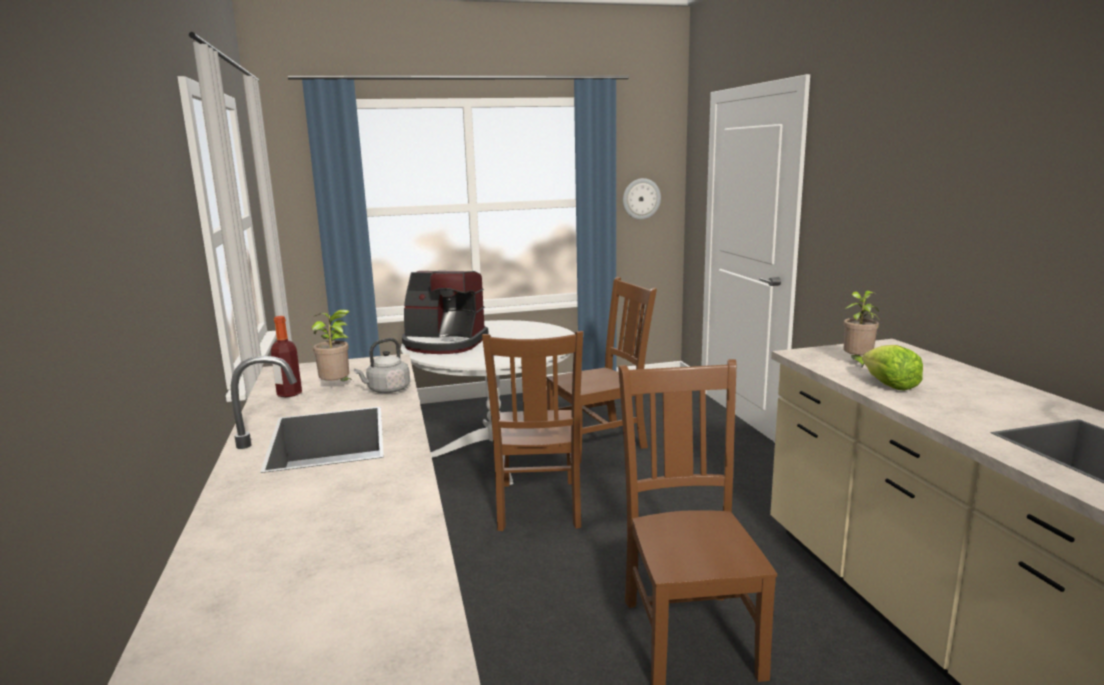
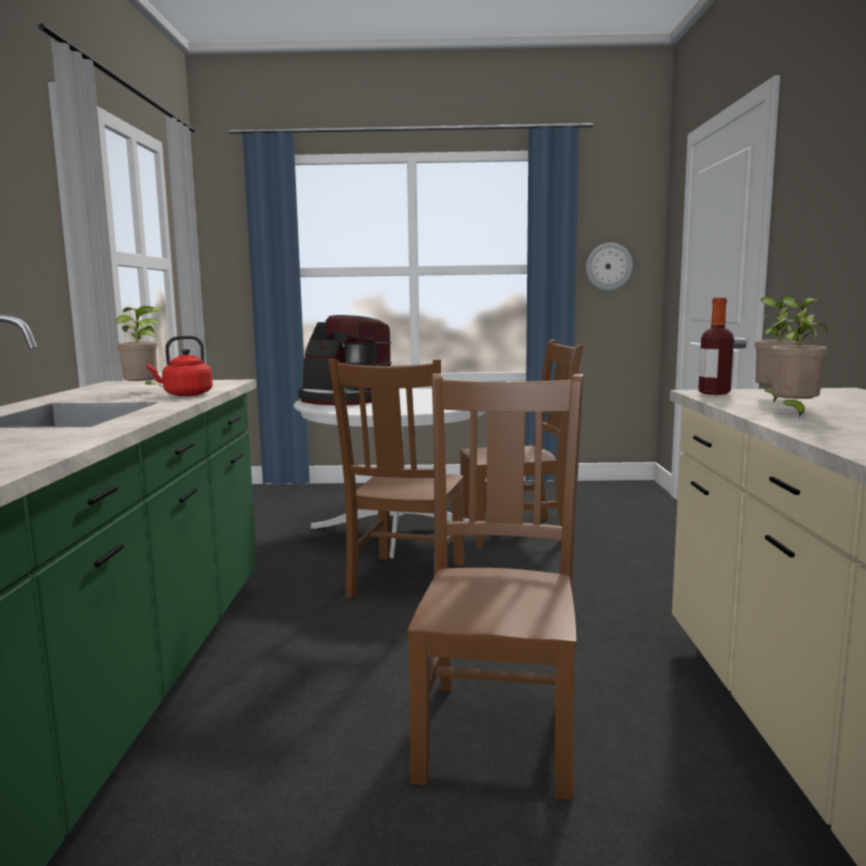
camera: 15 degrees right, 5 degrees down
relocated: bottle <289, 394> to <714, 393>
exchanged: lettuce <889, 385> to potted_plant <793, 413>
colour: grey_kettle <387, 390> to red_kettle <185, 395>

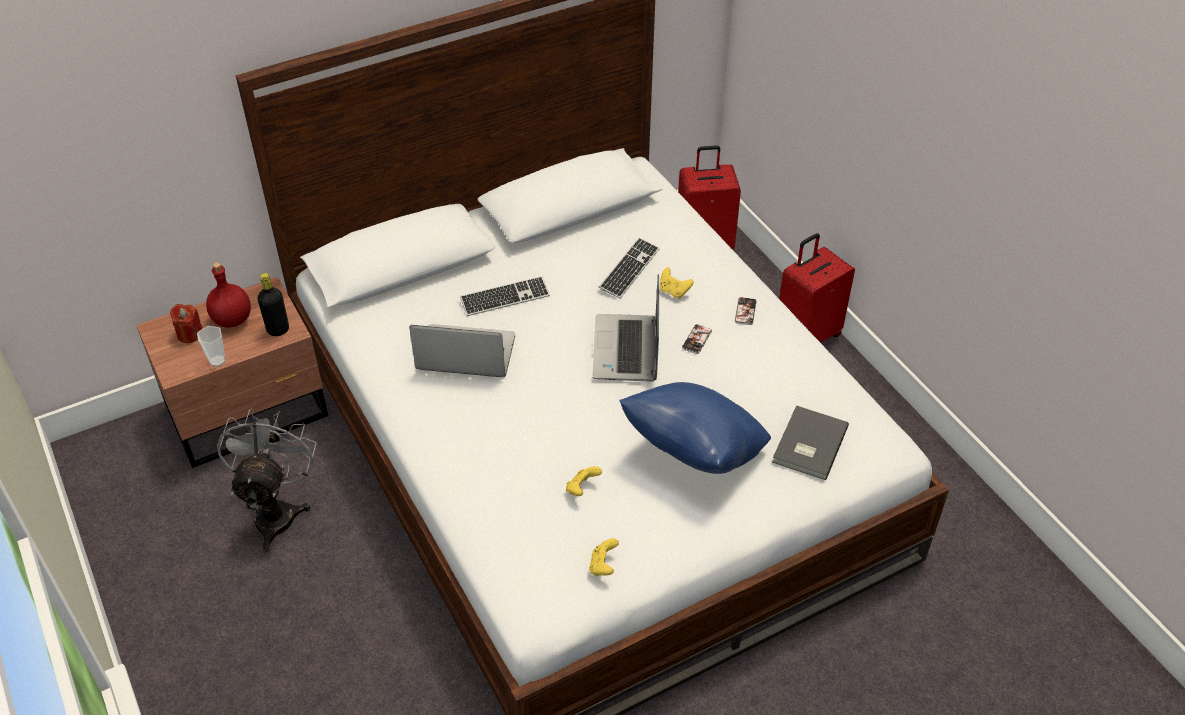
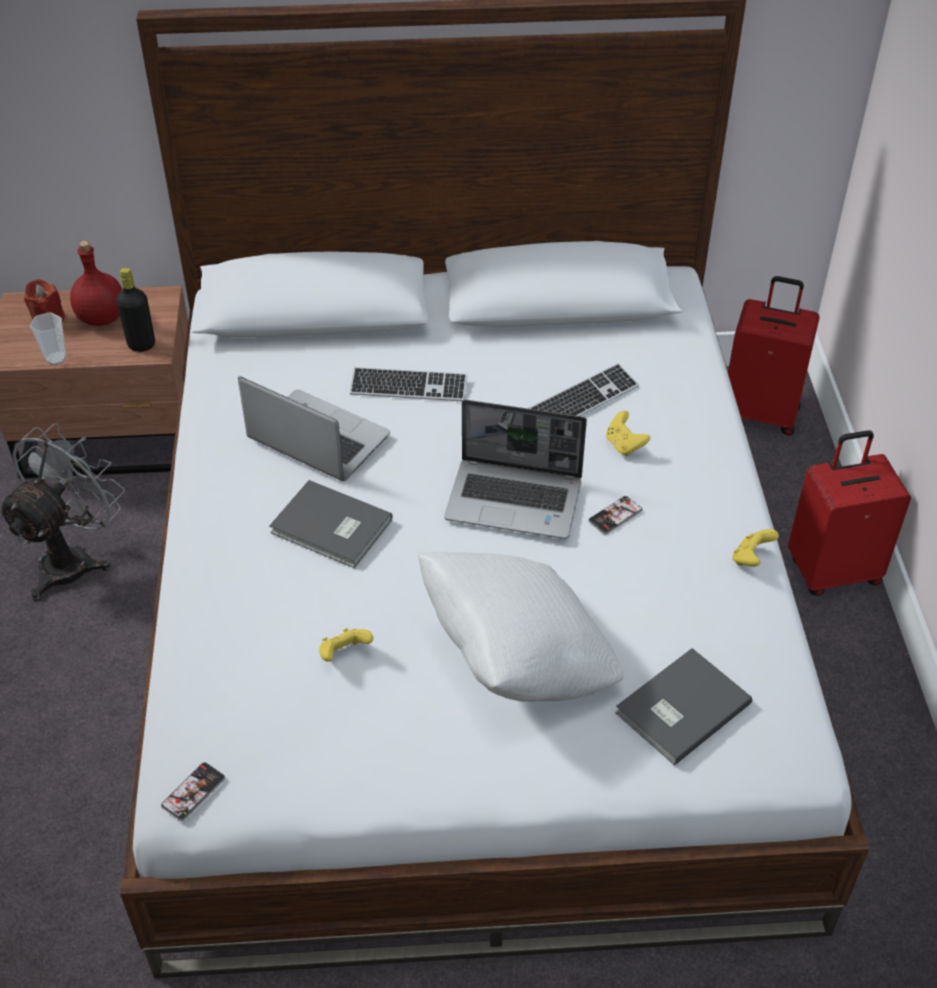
camera: 25 degrees right, 0 degrees up
appeared: grey_book <331, 528>
relocated: phone <745, 311> to <193, 792>; yellow_game_controller <603, 566> to <751, 559>
colour: blue_pillow <693, 454> to white_pillow <517, 663>
spun: laptop <627, 350> = <516, 500> 105 degrees counterclockwise

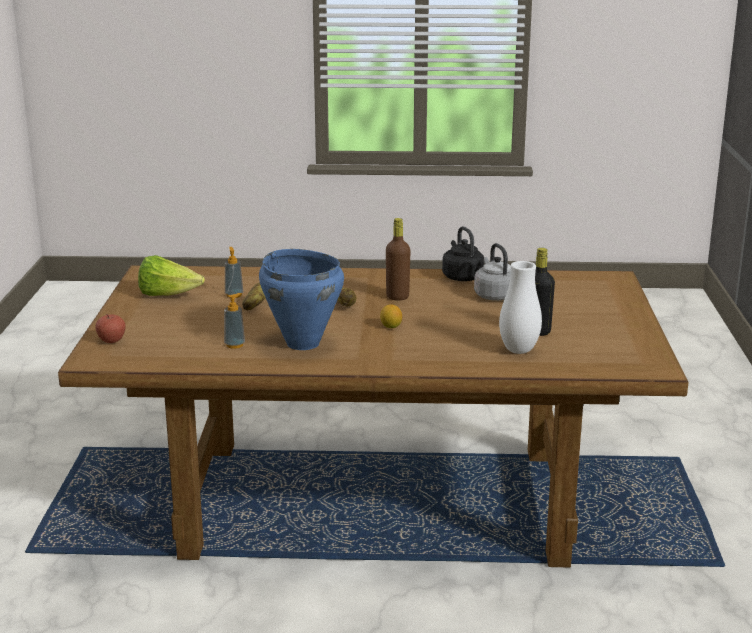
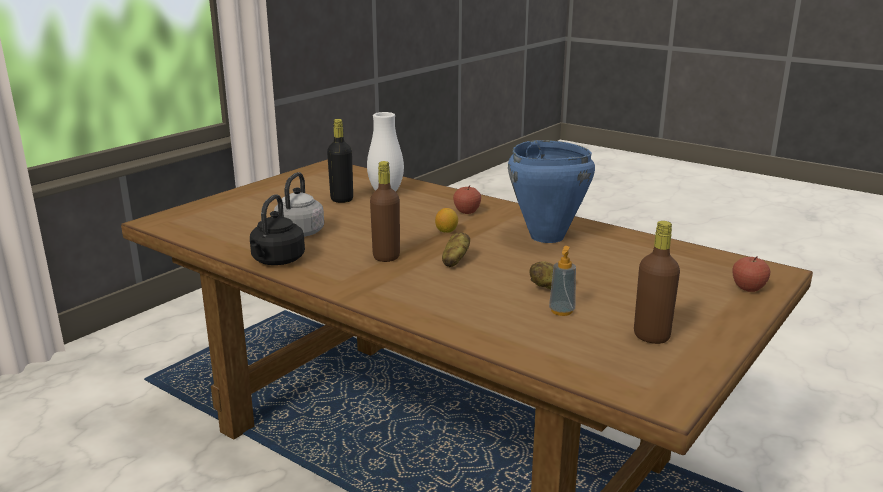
camera: 145 degrees left, 0 degrees up
missing: soap_dispenser <235, 345>
appeared: apple <467, 212>
exchanged: lettuce <168, 295> to brown_bottle <651, 336>

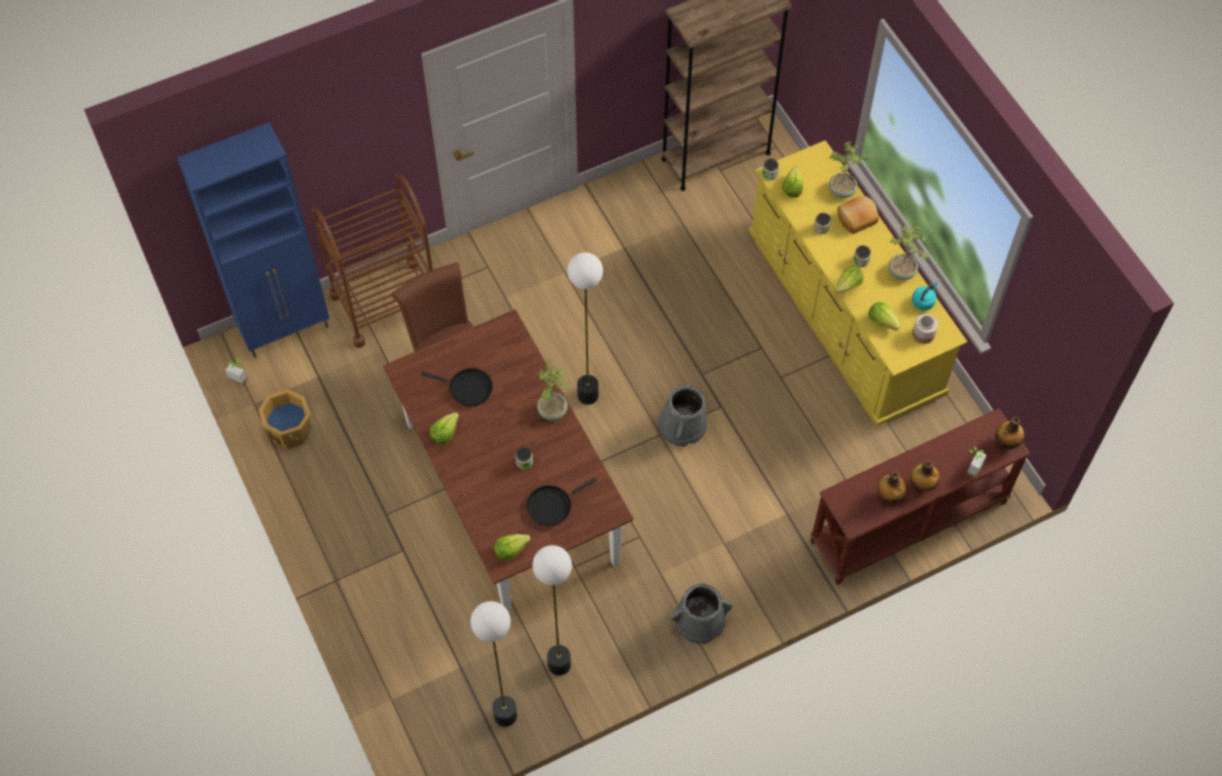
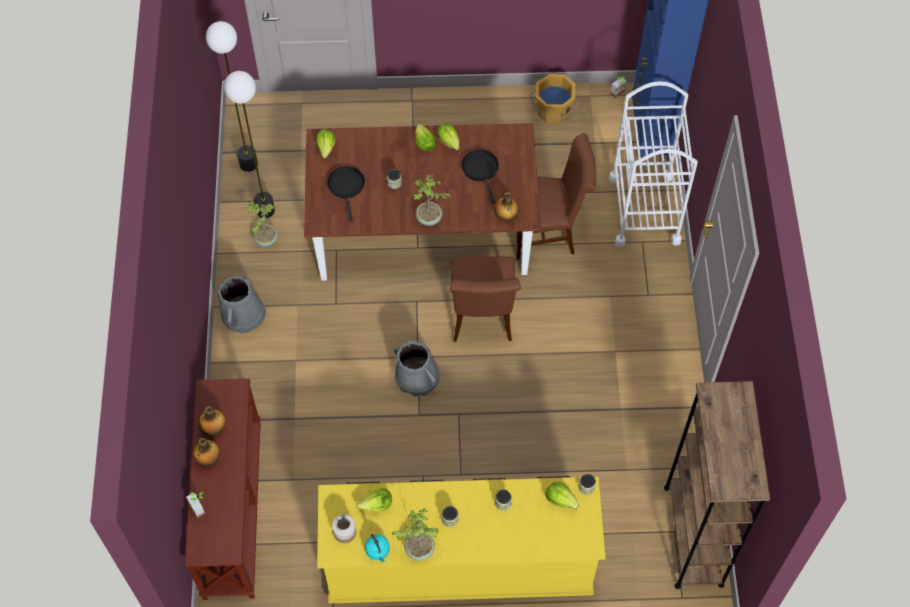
camera: 115 degrees right, 0 degrees up
missing: bread <856, 218>
relocated: potted_plant <842, 191> to <265, 240>; lettuce <848, 285> to <424, 143>; bottle <1006, 442> to <505, 216>
exchanged: floor_lamp <588, 395> to brown_chair <482, 319>
colour: brown_cart <386, 303> to white_cart <644, 209>
spun: black_frying_pan <467, 388> = <481, 169> 120 degrees clockwise

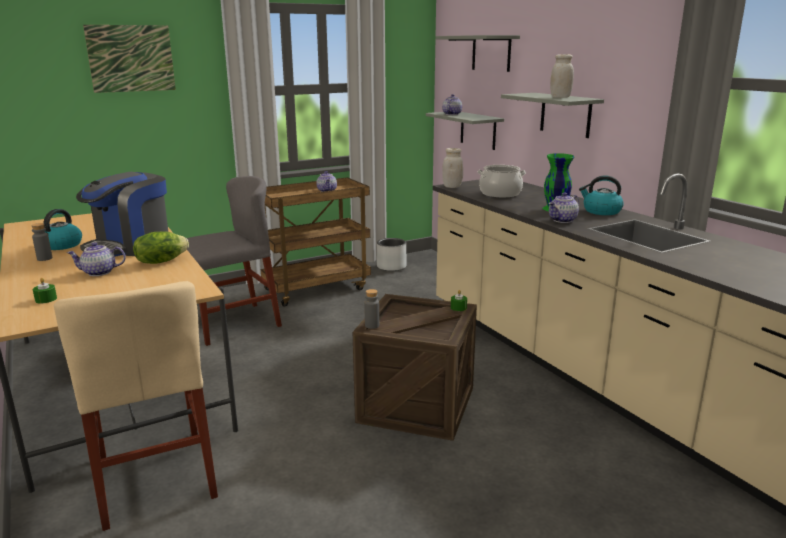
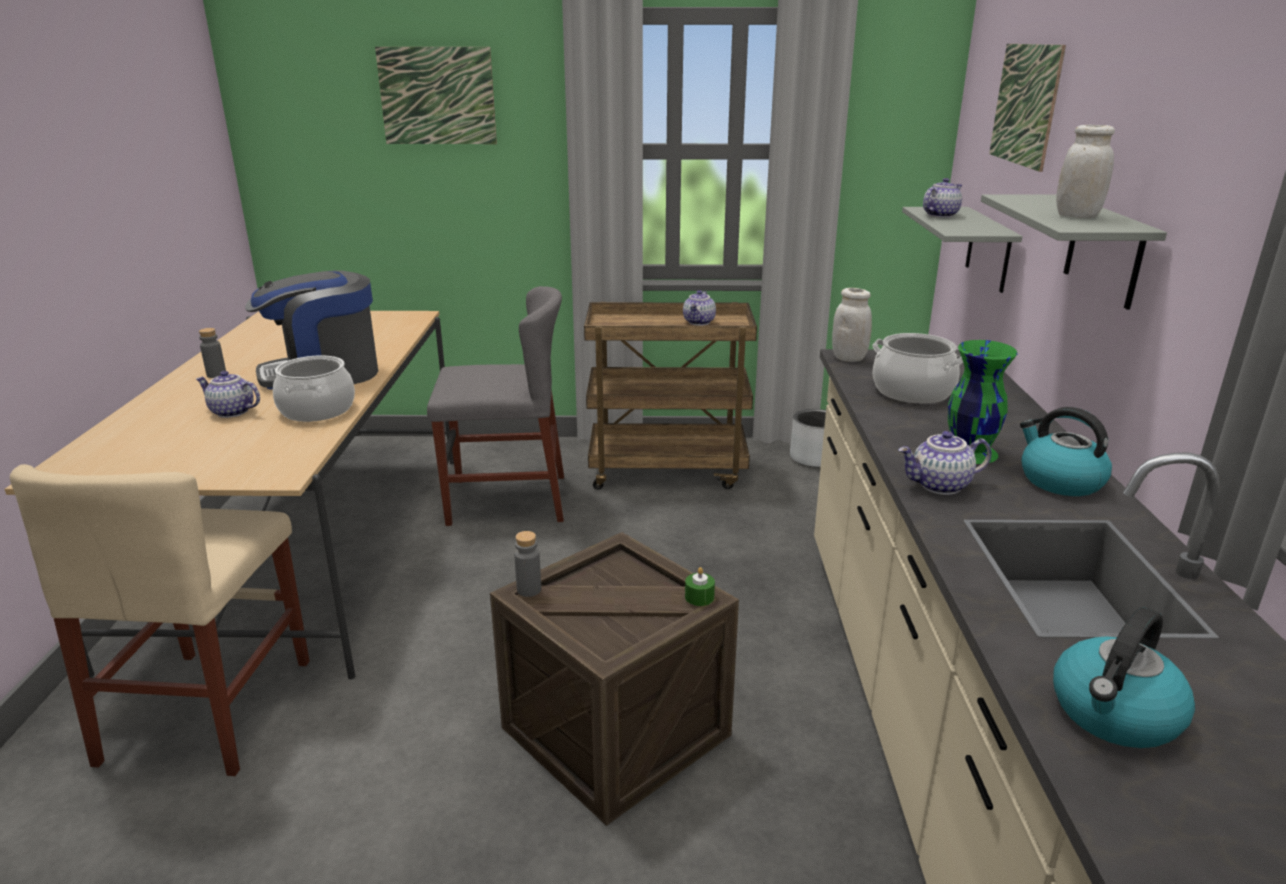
camera: 30 degrees right, 5 degrees up
missing: green_candle <46, 299>
relocated: kettle <61, 245> to <1114, 714>
exchanged: grey_shelf <491, 53> to picture <1025, 104>; lettuce <161, 261> to cooking_pot <316, 410>

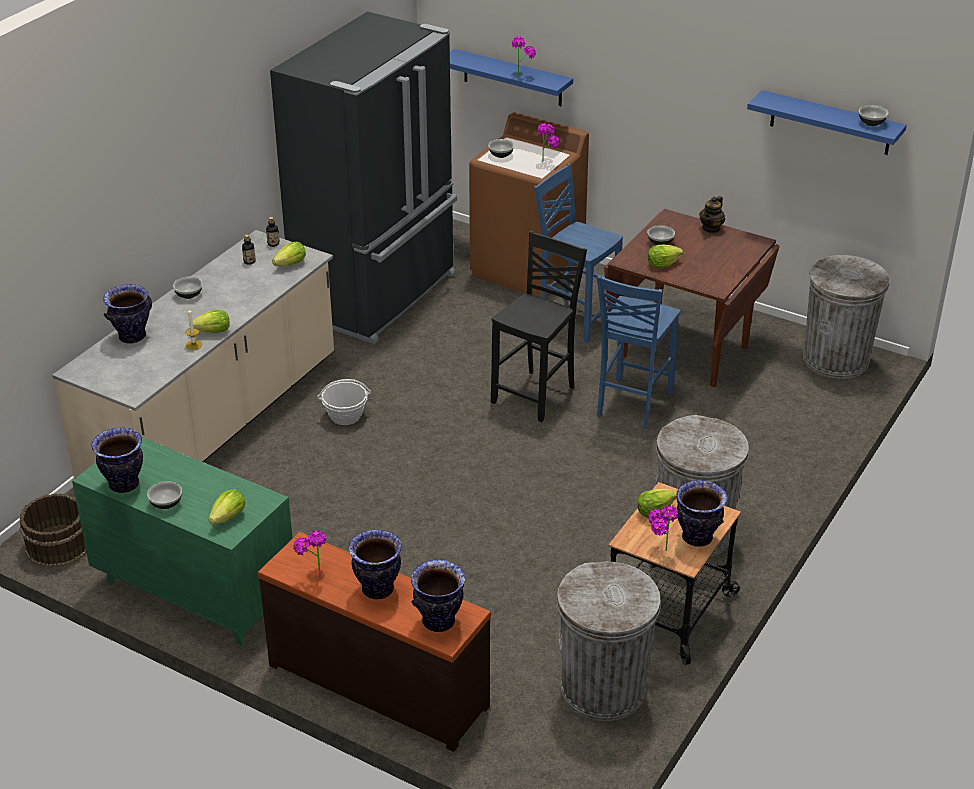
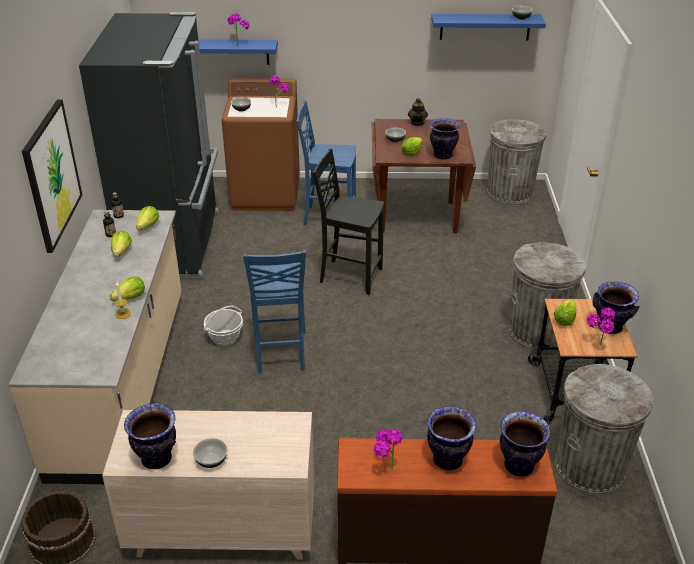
camera: 30 degrees left, 0 degrees up
missing: bowl <188, 295>
appeared: picture <52, 175>
relocated: blue_chair <632, 405> to <280, 353>; vase <132, 336> to <442, 155>; lettuce <228, 517> to <122, 252>
colour: green_dresser <194, 592> to beige_dresser <222, 530>
spun: black_chair <536, 395> = <349, 276> 75 degrees counterclockwise

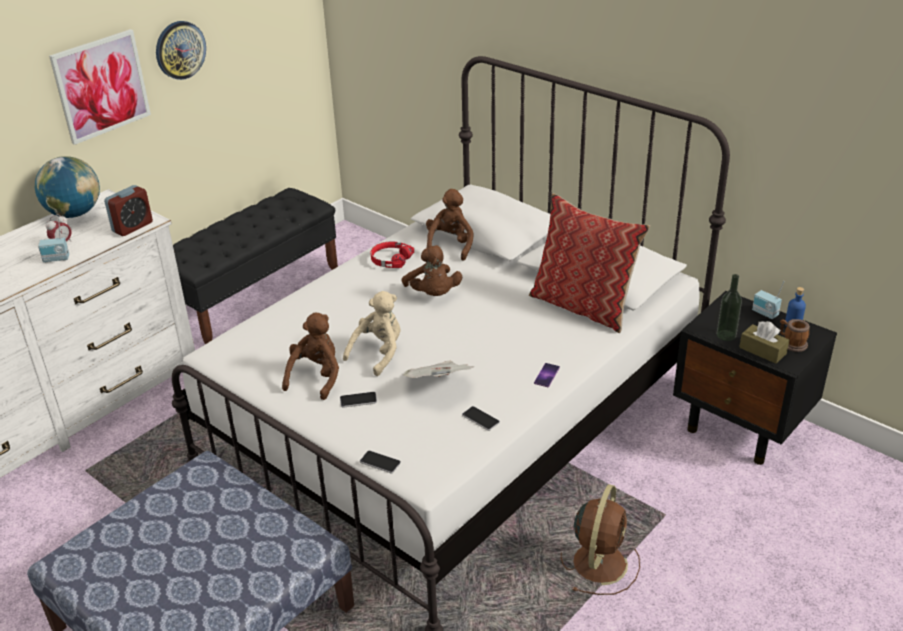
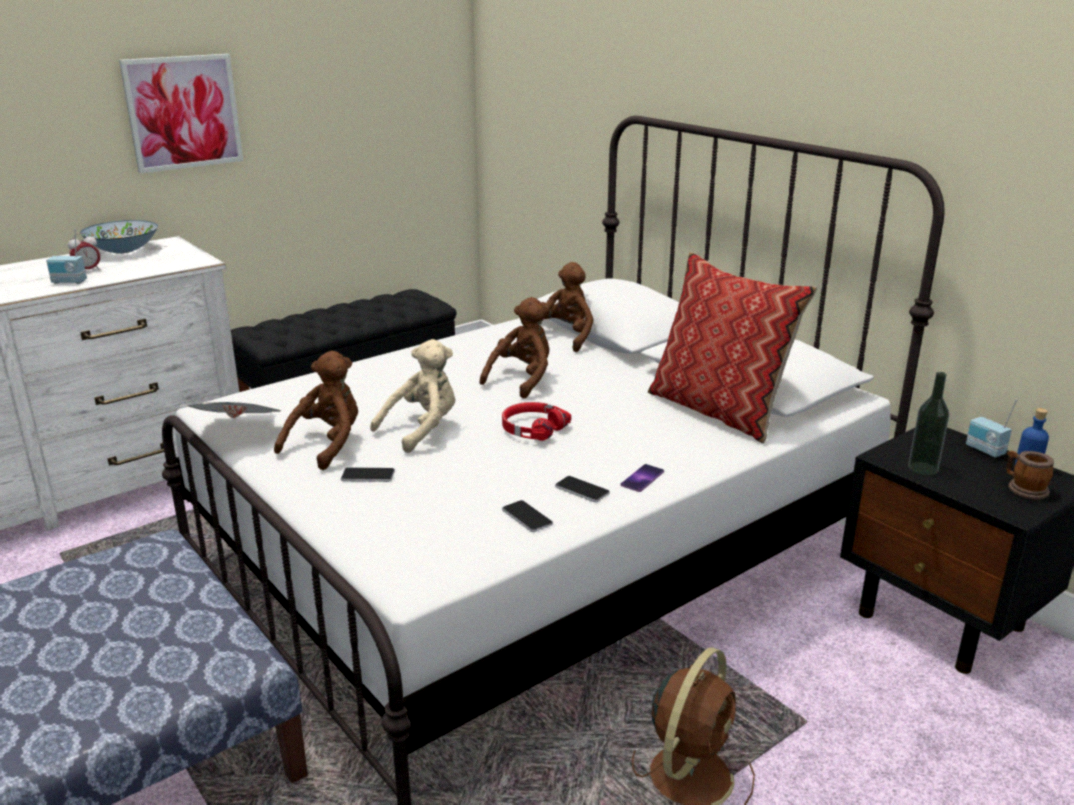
camera: 10 degrees right, 10 degrees down
missing: wall_clock <180, 50>; alarm_clock <132, 227>; brown_tissue_box <762, 350>
relocated: red_headphones <390, 260> to <532, 429>; newspaper <439, 384> to <239, 432>; phone <380, 462> to <582, 490>
exchanged: globe <74, 214> to bowl <123, 251>
spun: brown_plush_toy <433, 294> = <522, 380> 135 degrees counterclockwise

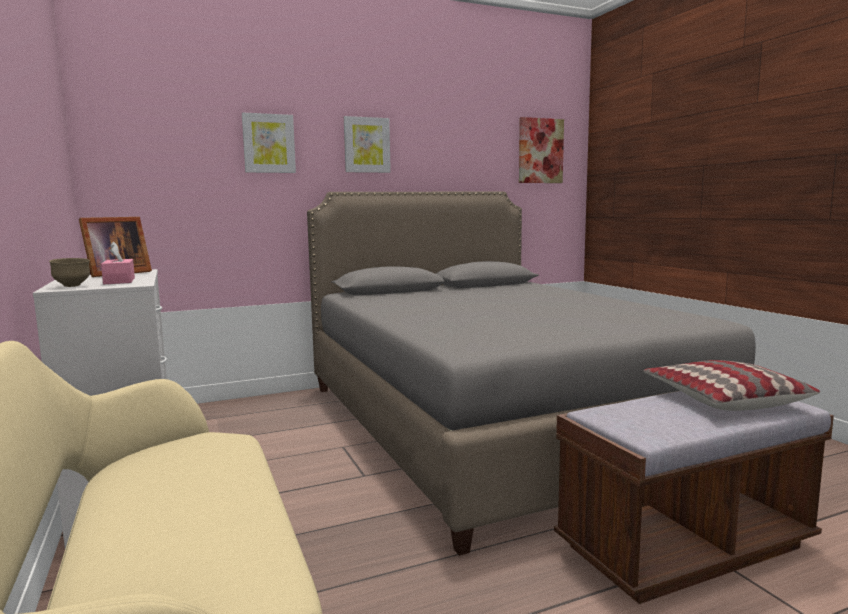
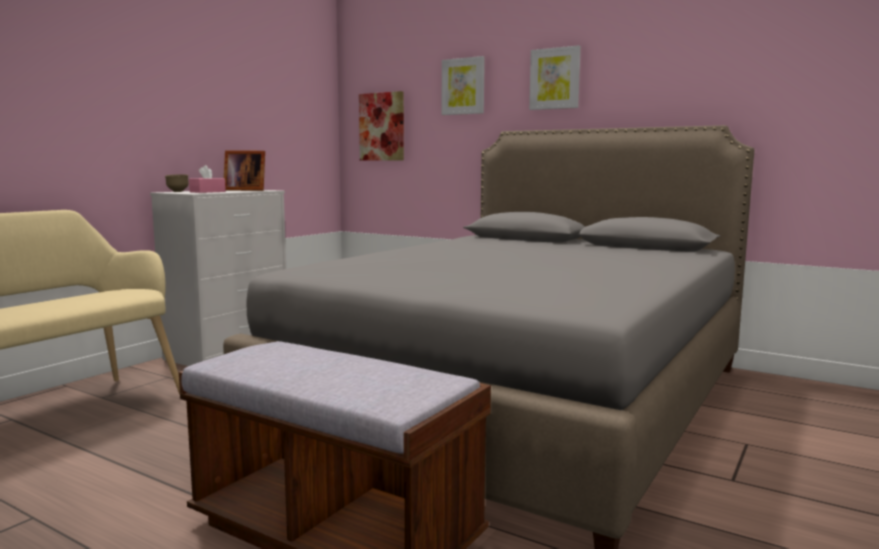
camera: 55 degrees right, 0 degrees up
missing: pillow <723, 399>
relocated: picture <540, 151> to <382, 127>

